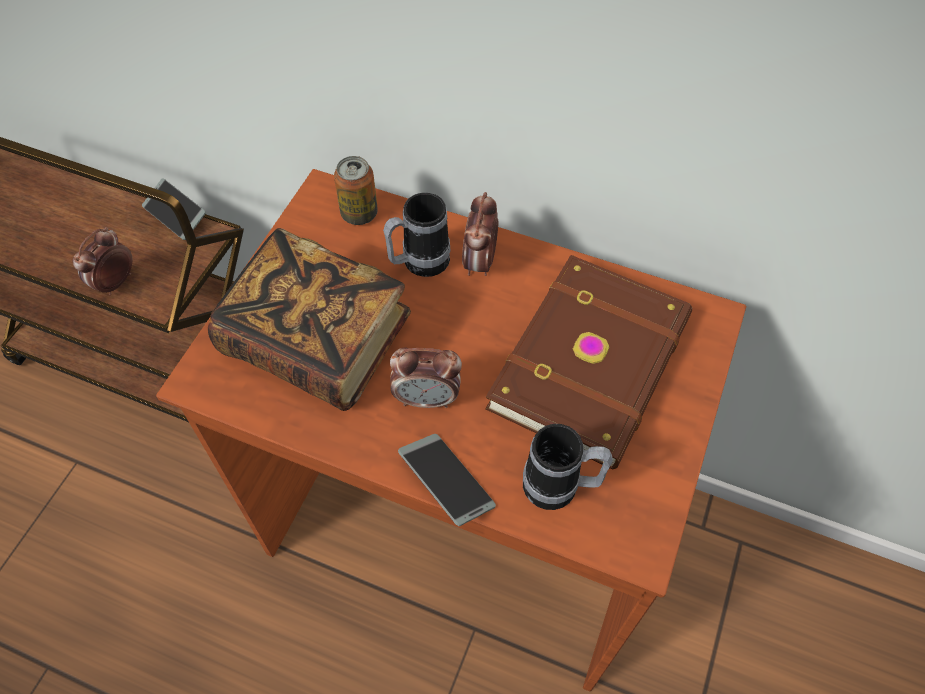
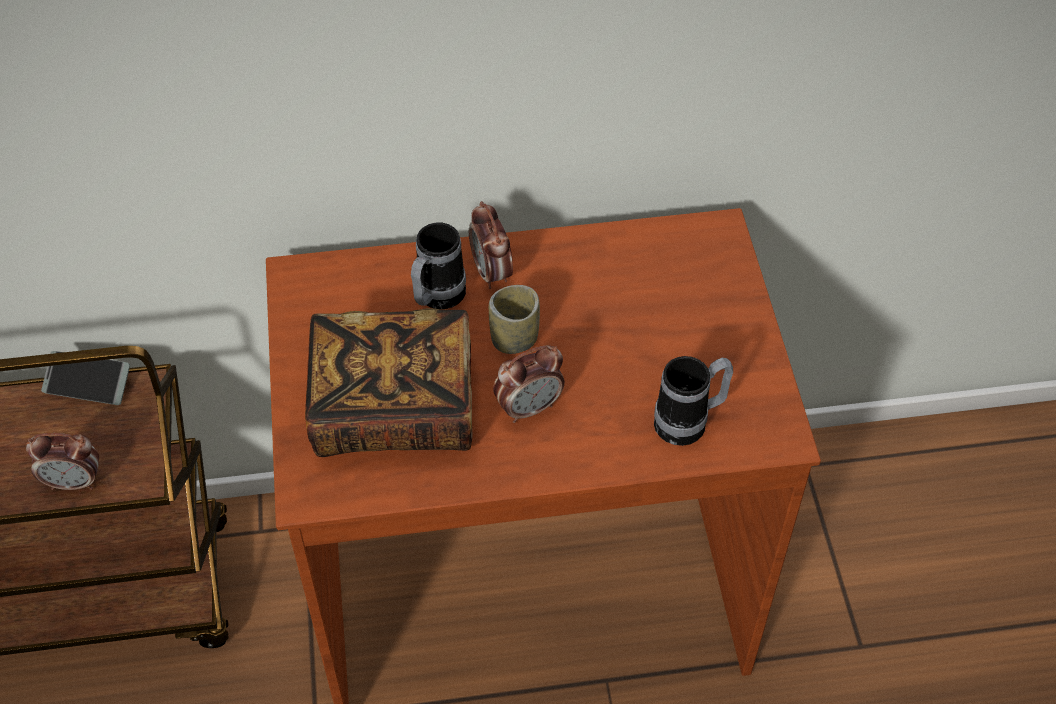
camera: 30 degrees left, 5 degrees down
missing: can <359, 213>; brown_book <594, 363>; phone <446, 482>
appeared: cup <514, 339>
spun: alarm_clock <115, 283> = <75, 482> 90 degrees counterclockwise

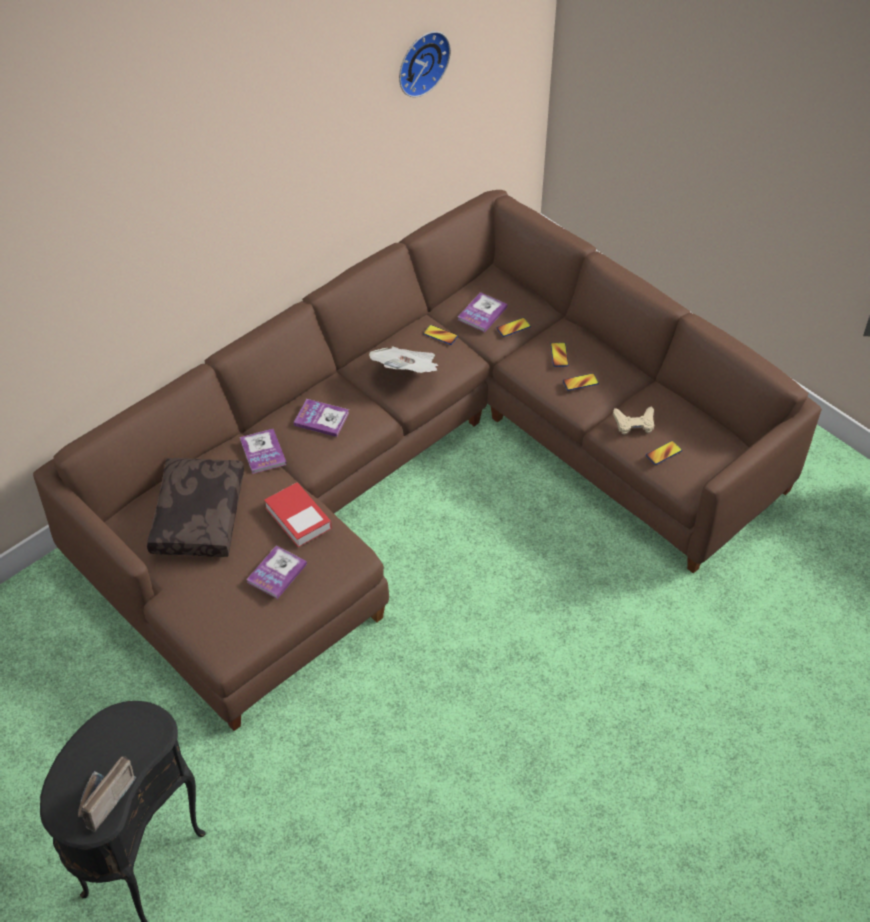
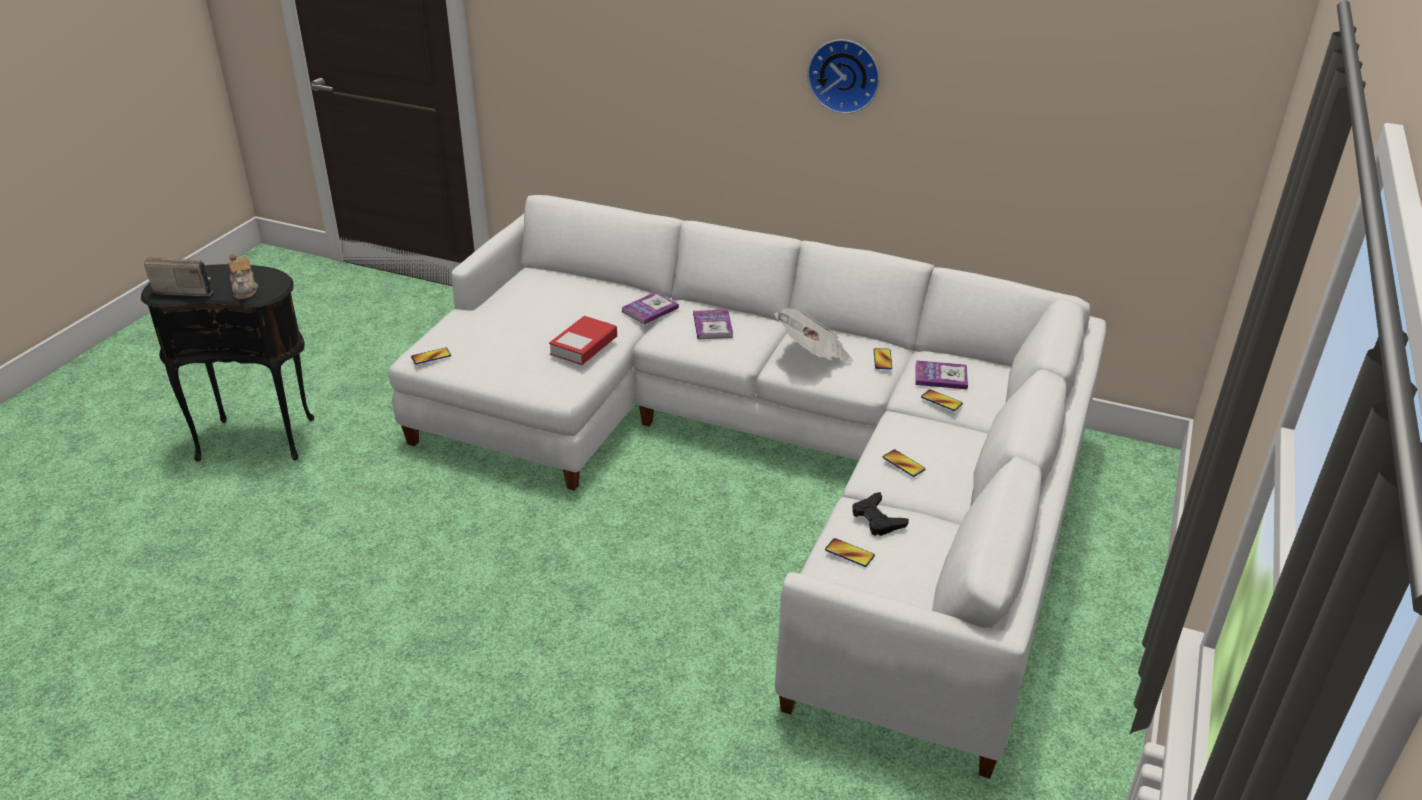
camera: 65 degrees right, 15 degrees down
missing: brown_pillow <197, 515>; book <277, 573>
appeared: teapot <245, 290>
relocated: wall_clock <420, 62> to <845, 75>; phone <559, 355> to <431, 357>
colour: brown_sofa <418, 473> to white_sofa <768, 462>; beige_game_controller <634, 423> to black_game_controller <877, 519>

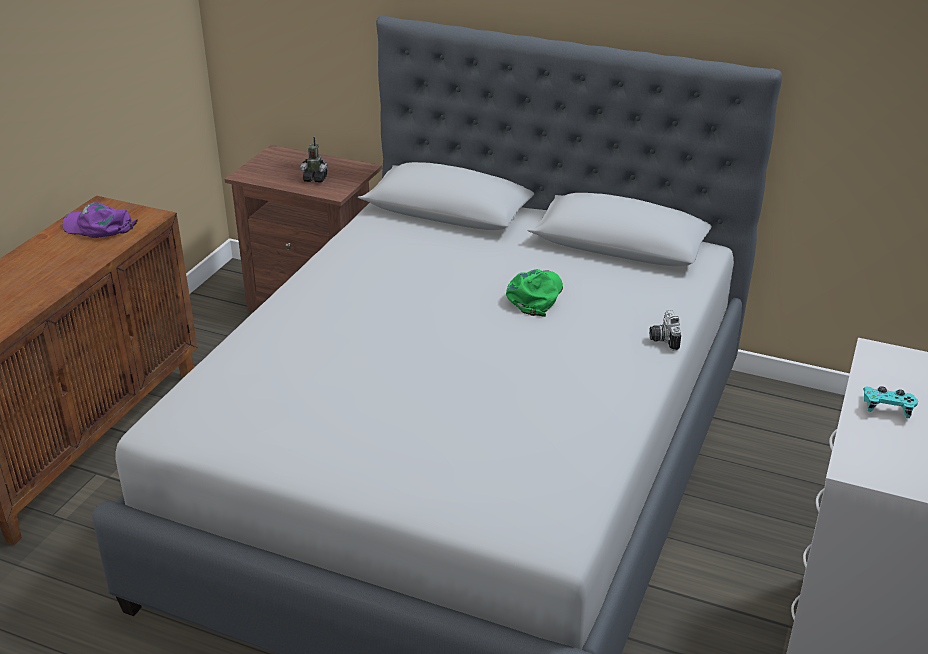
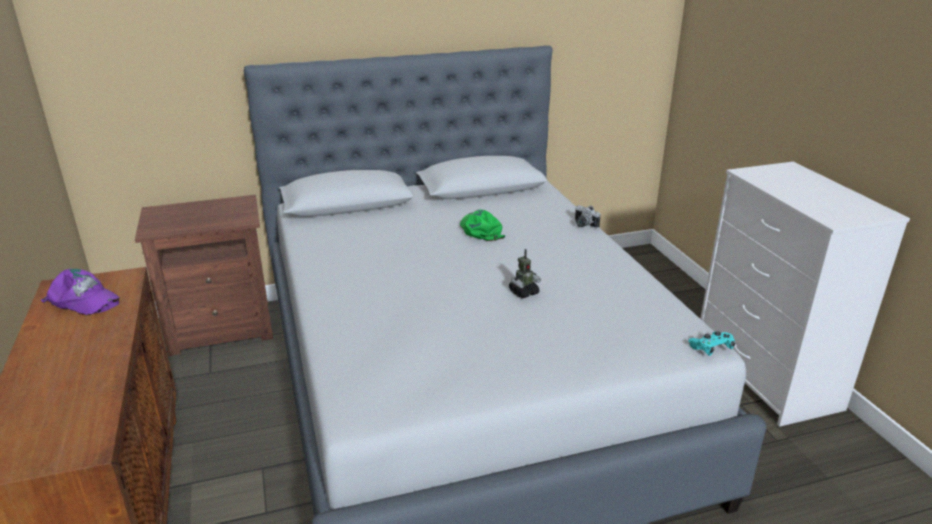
camera: 40 degrees left, 5 degrees down
relocated: toy_robot <315, 179> to <523, 292>; turquoise_game_controller <887, 408> to <711, 348>
spun: purple_cap <99, 227> = <83, 300> 135 degrees counterclockwise

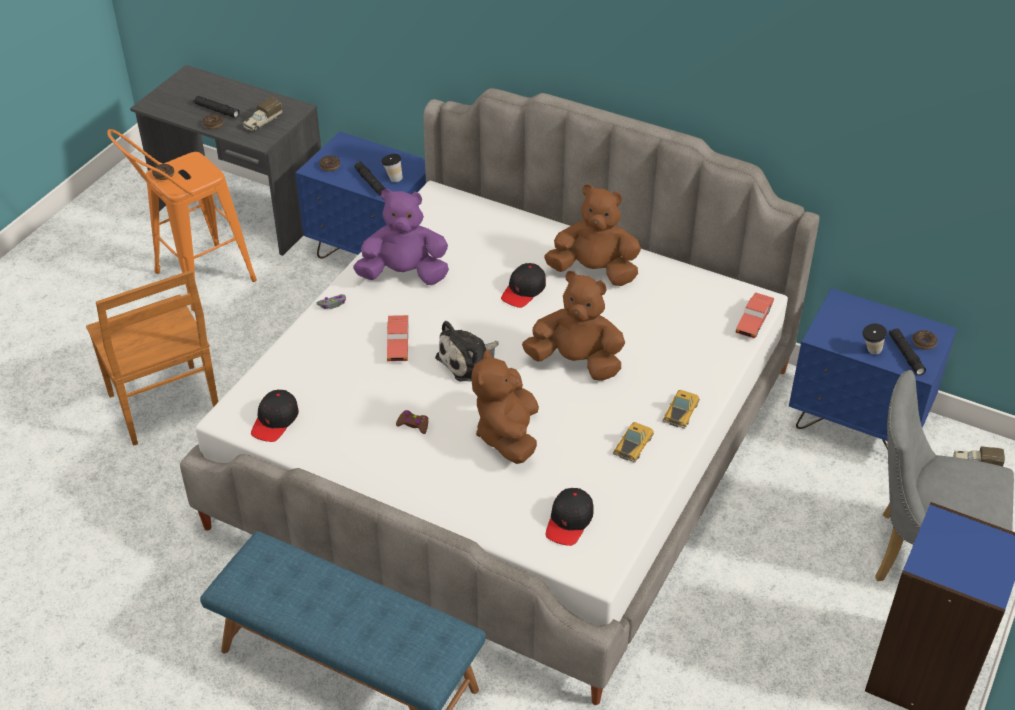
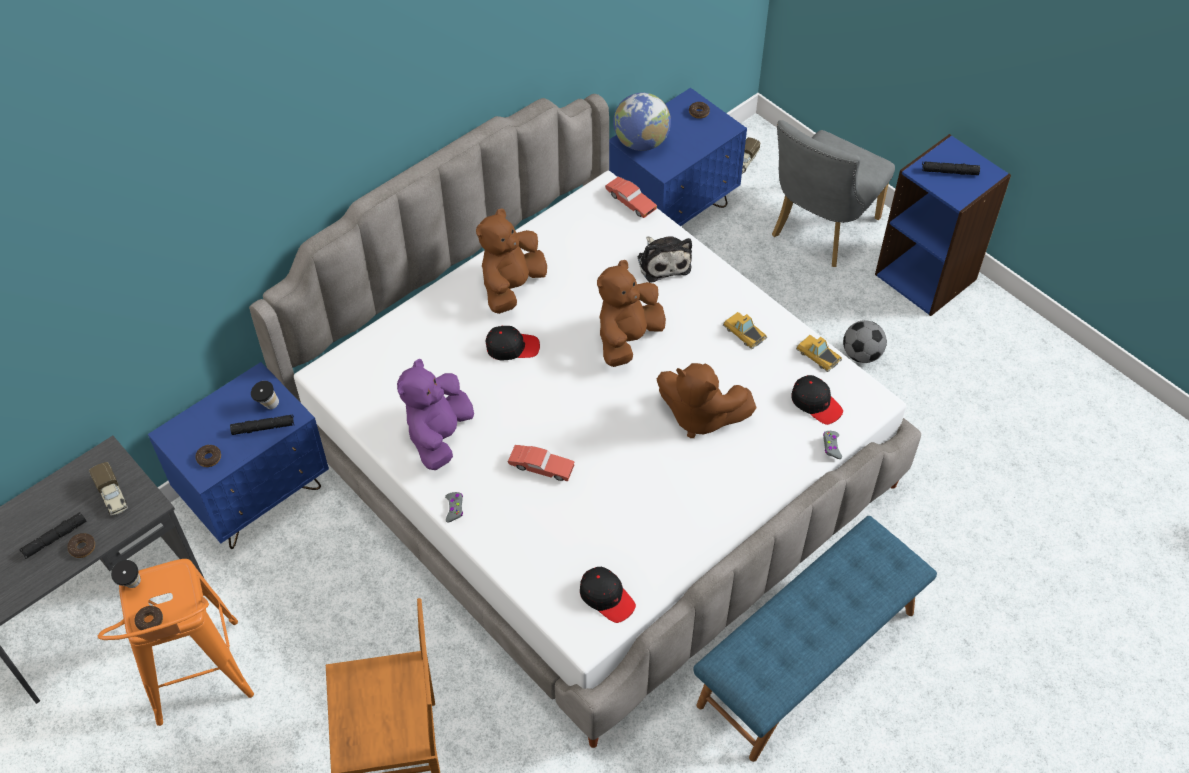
camera: 70 degrees left, 10 degrees up
missing: brown_game_controller <413, 425>
appeared: globe <641, 143>; football <861, 354>; grey_game_controller <831, 446>
relocated: plush_toy <468, 361> to <663, 262>; cup <870, 351> to <132, 586>; black_flashlight <906, 355> to <949, 172>; toy_car <681, 411> to <818, 354>
spun: black_cap <524, 291> = <512, 347> 60 degrees counterclockwise

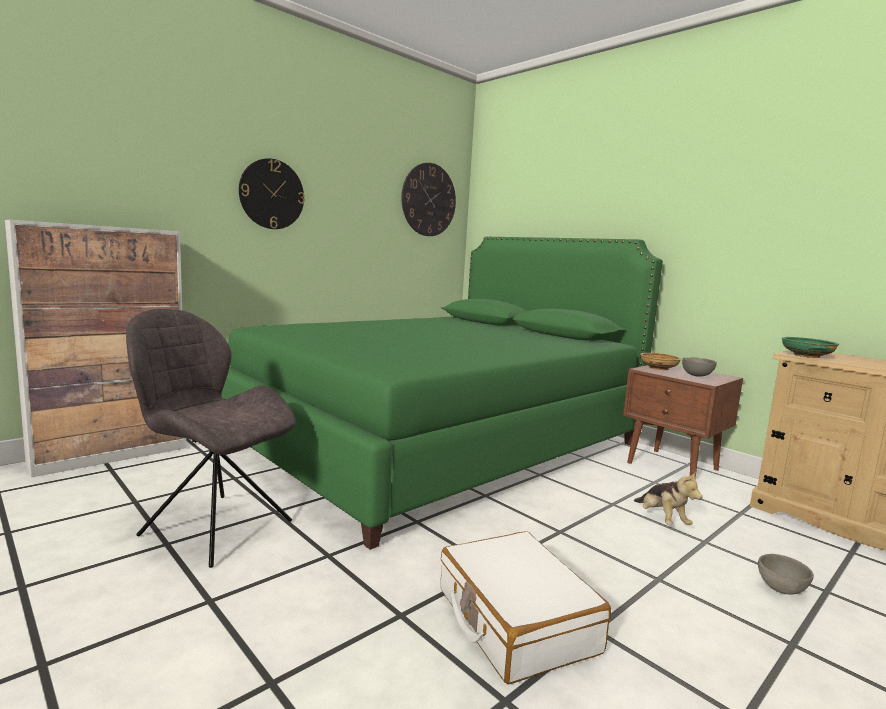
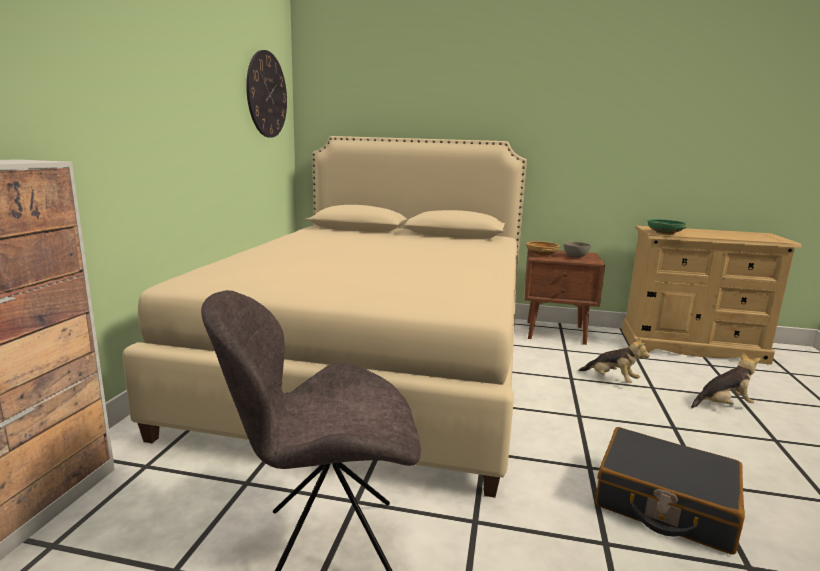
camera: 35 degrees left, 5 degrees up
missing: wall_clock <272, 194>
exchanged: grey_bowl <780, 588> to plush_toy <723, 405>
colour: green_bed <438, 442> to beige_bed <376, 364>; white_suitcase <515, 620> to black_suitcase <664, 503>

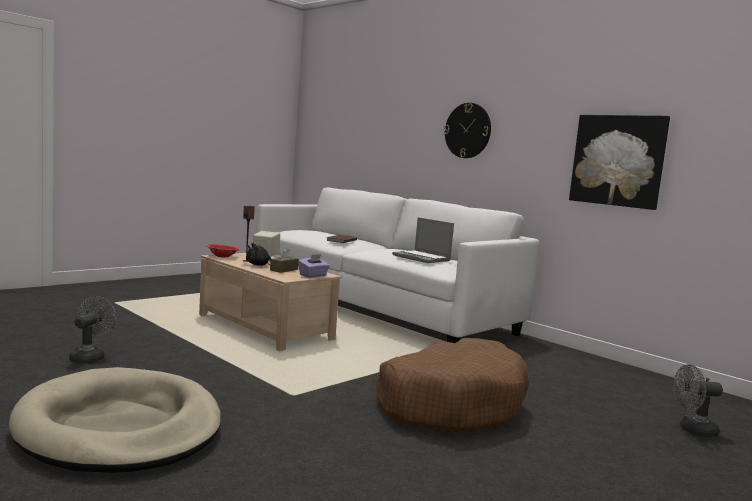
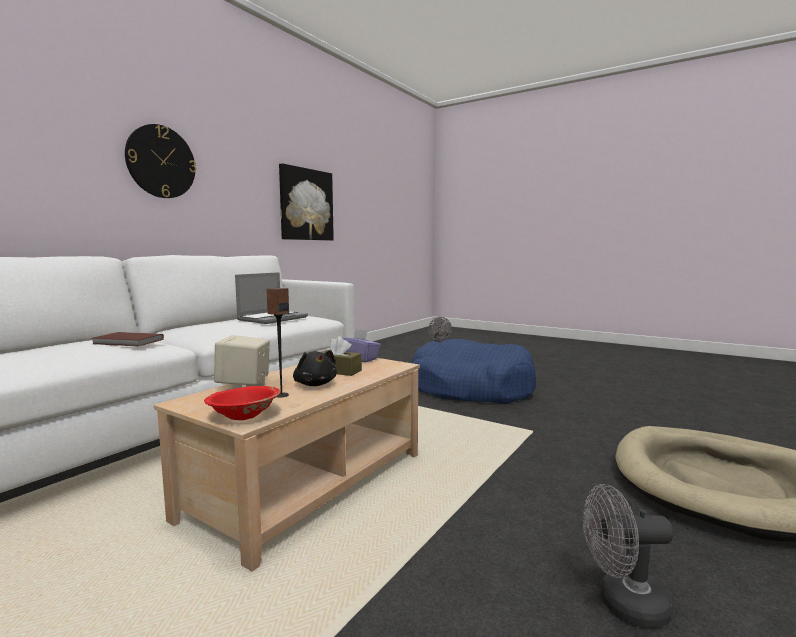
camera: 100 degrees left, 0 degrees up
colour: brown_dog_bed <450, 404> to blue_dog_bed <471, 388>

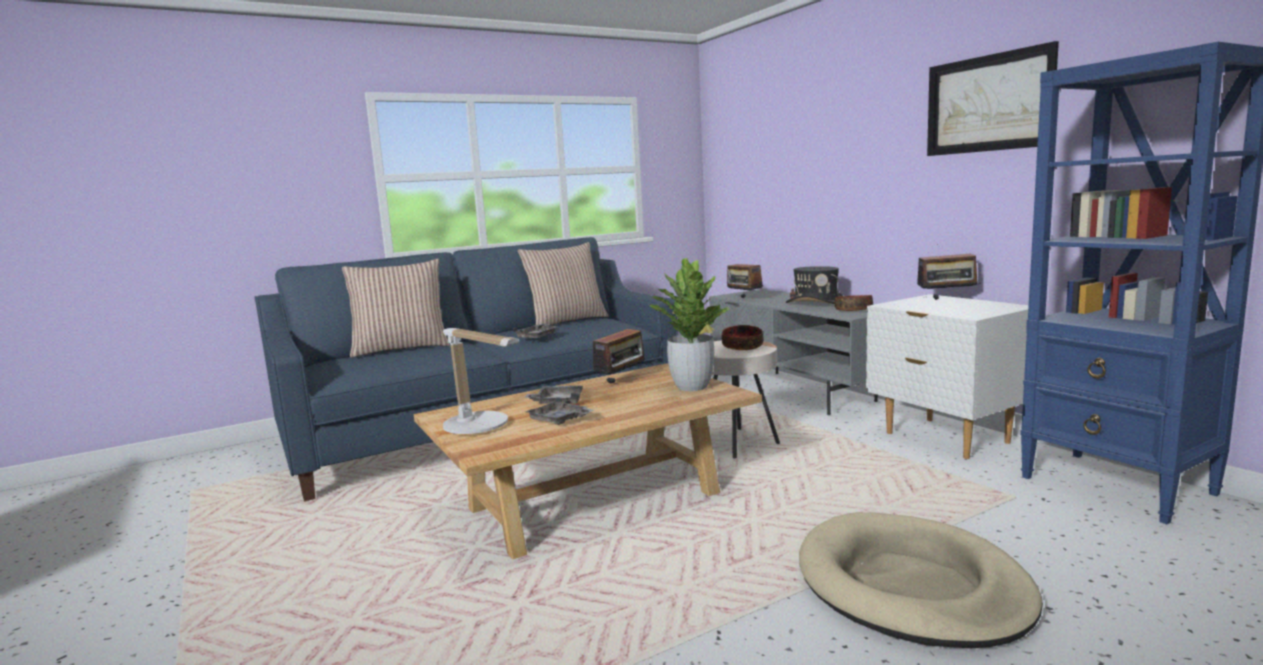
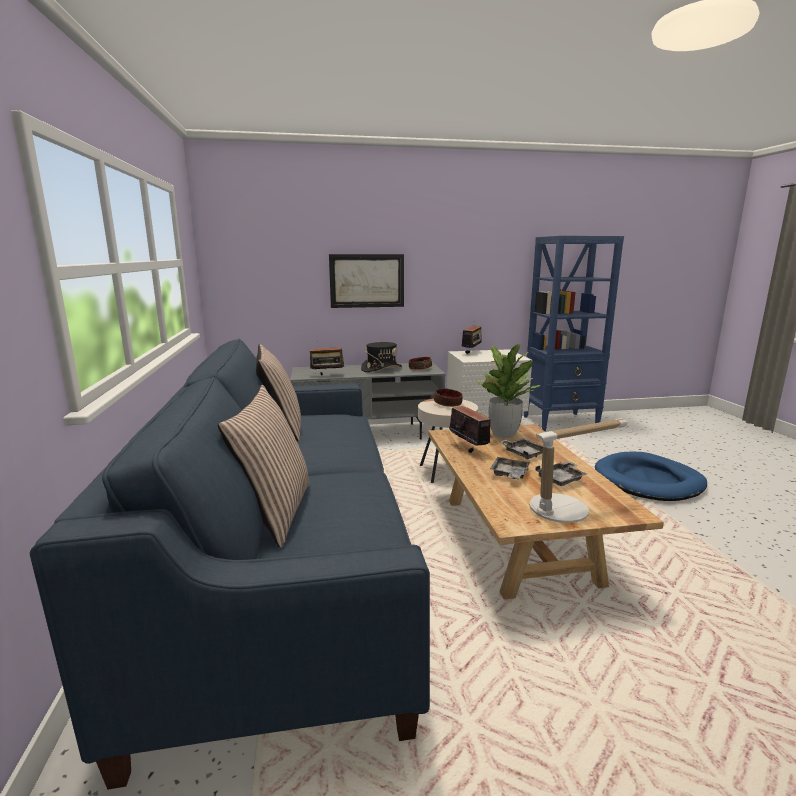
camera: 70 degrees left, 5 degrees up
relocated: picture <988, 103> to <367, 281>; grey_tray <538, 336> to <523, 453>
colour: beige_dog_bed <911, 586> to blue_dog_bed <648, 481>

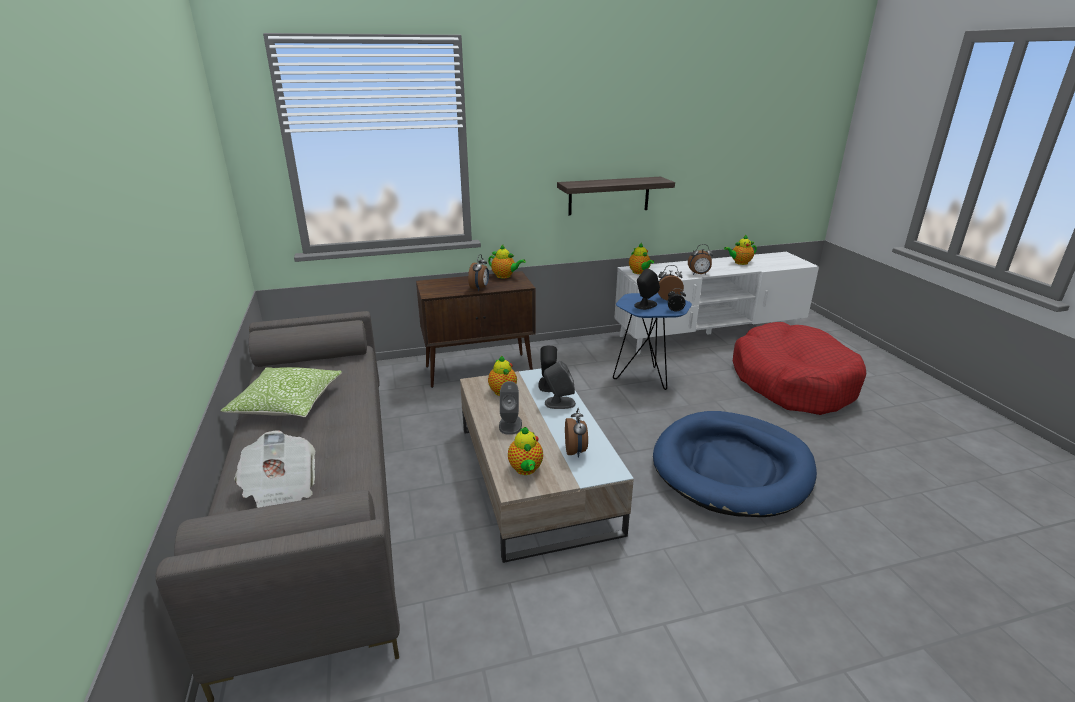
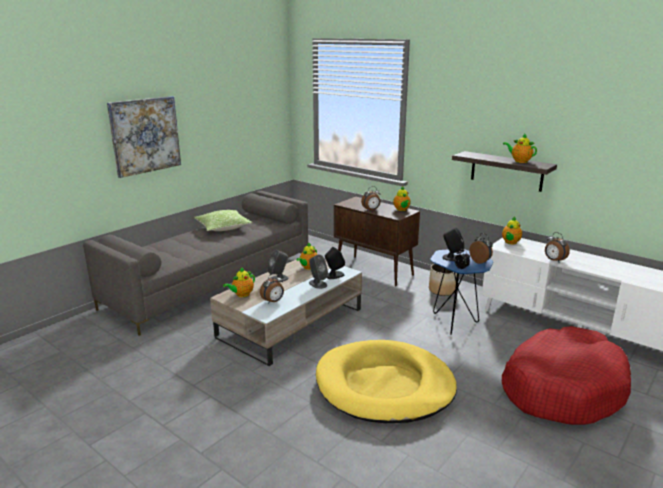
camera: 55 degrees right, 5 degrees down
missing: newspaper <280, 490>
appeared: picture <145, 135>; planter <442, 290>
relocated: teapot <739, 263> to <519, 161>
colour: blue_dog_bed <732, 467> to yellow_dog_bed <384, 385>

